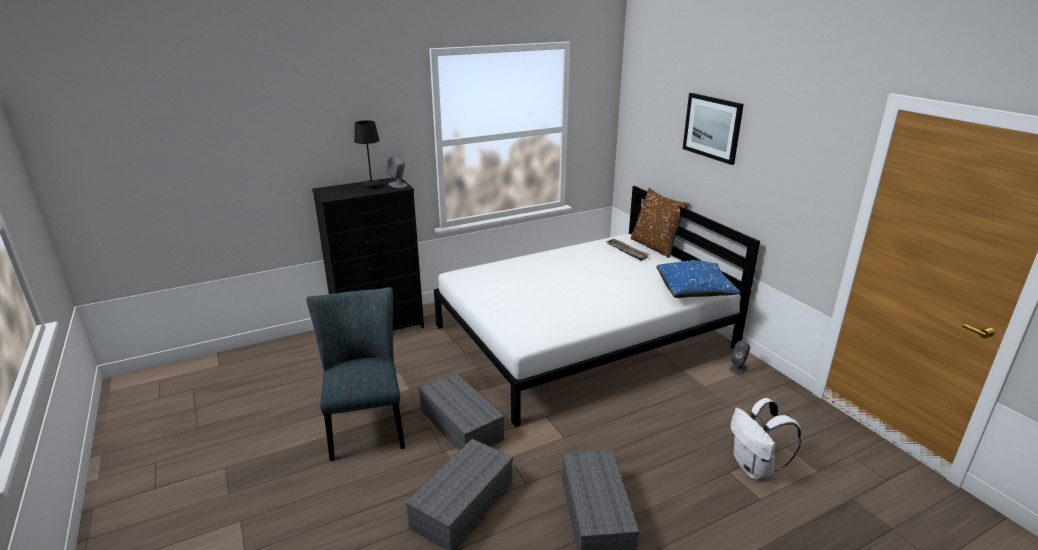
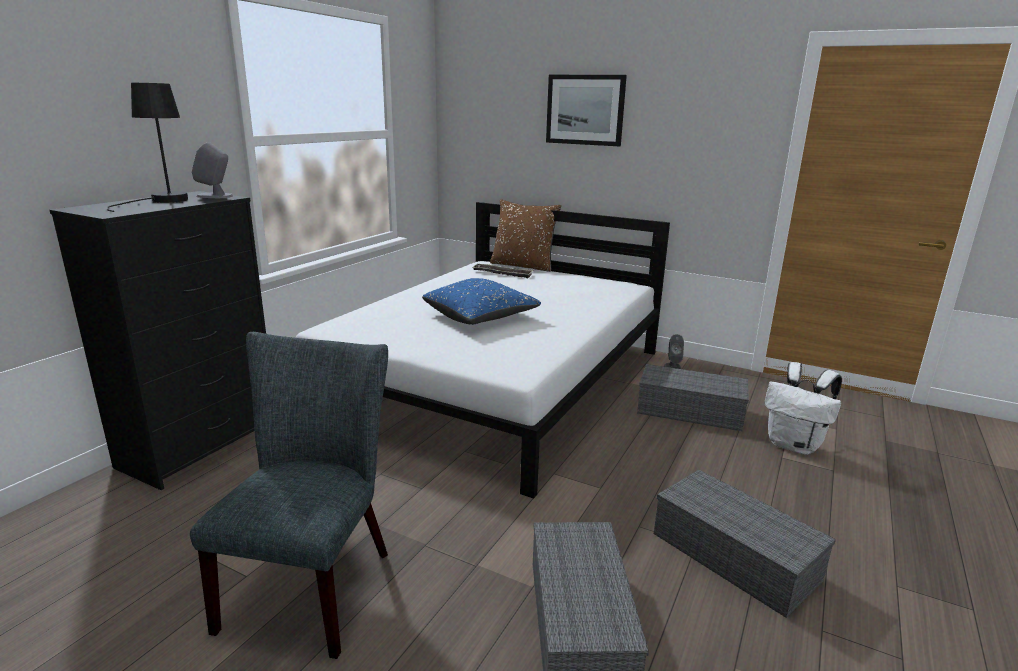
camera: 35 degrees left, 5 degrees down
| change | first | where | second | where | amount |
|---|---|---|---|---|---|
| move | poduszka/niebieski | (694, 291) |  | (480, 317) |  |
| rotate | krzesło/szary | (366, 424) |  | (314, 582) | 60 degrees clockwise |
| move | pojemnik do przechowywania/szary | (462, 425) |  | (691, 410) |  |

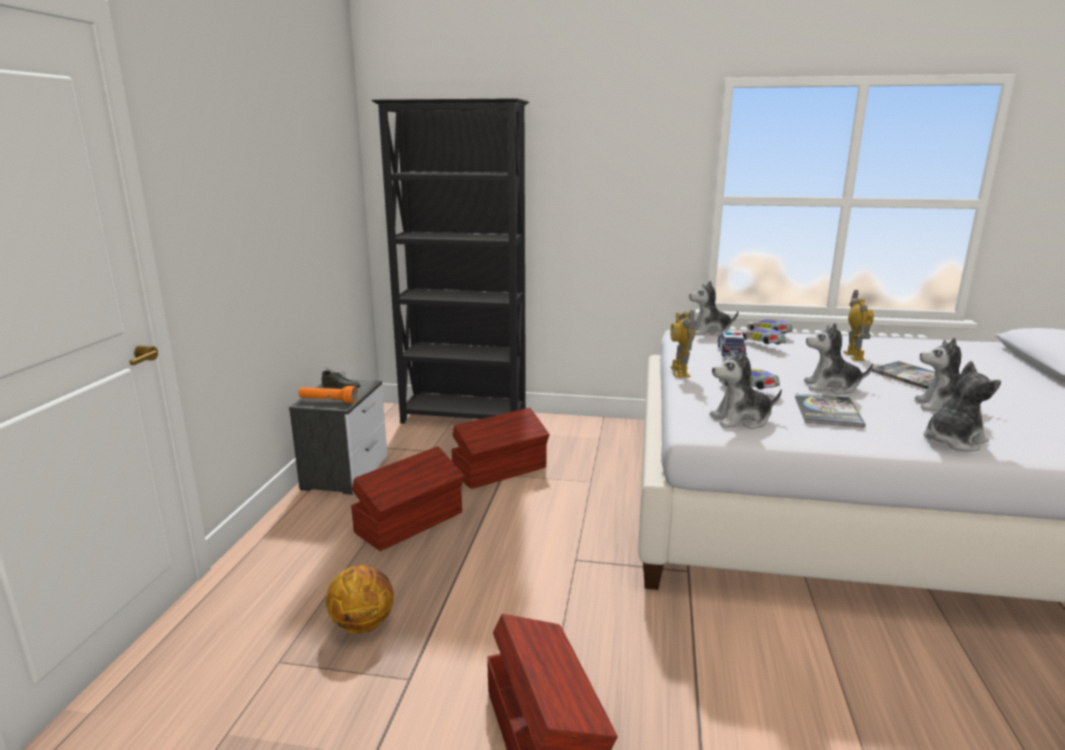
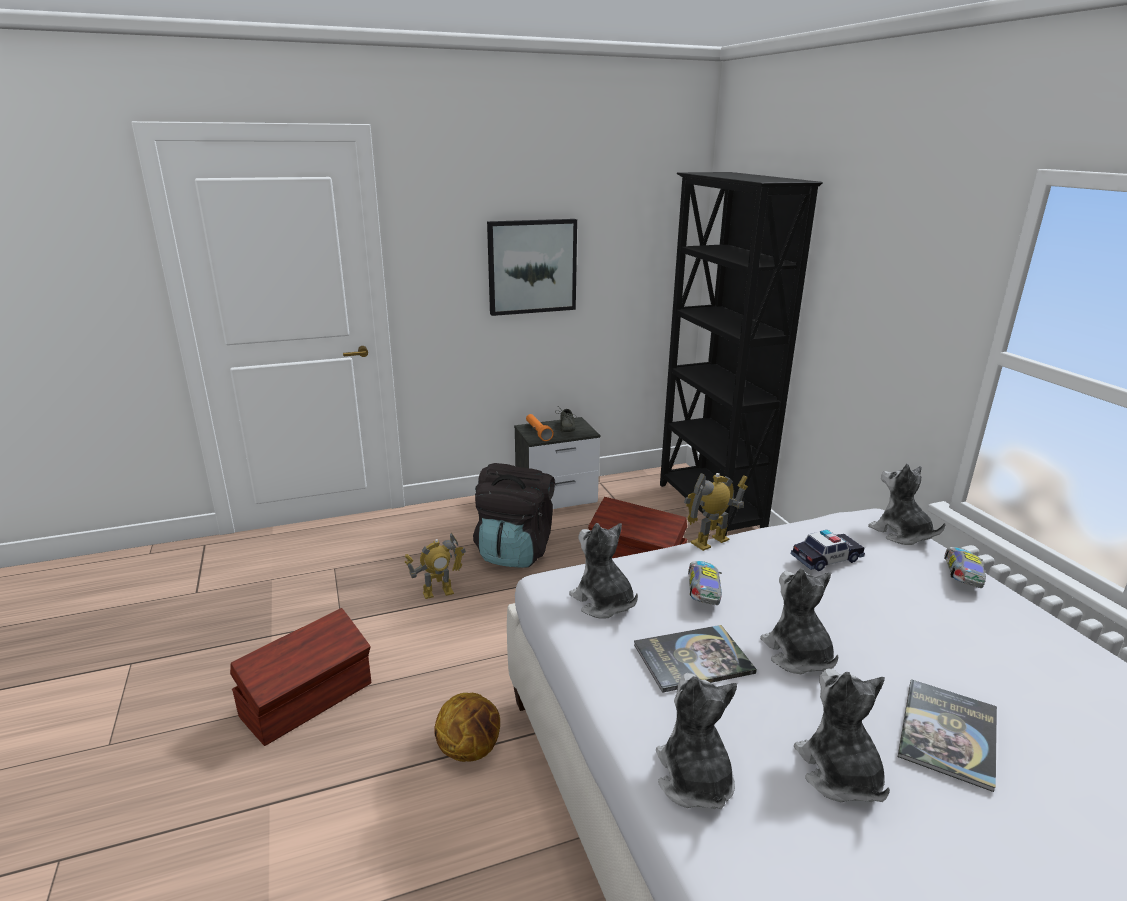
camera: 60 degrees right, 5 degrees up
| change | first | where | second | where | amount |
|---|---|---|---|---|---|
| move | robot zabawkowy | (854, 356) |  | (438, 592) |  |
| delete | samochodzik | (762, 345) |  |  |  |
| rotate | pluszak | (952, 441) |  | (694, 779) | 135 degrees counterclockwise |
| replace | pojemnik do przechowywania/brązowy | (411, 522) | plecak/czarny | (515, 551) |  |
| move | piłka do koszykówki | (363, 623) |  | (470, 750) |  |
| insert |  |  | obraz | (532, 266) |  |

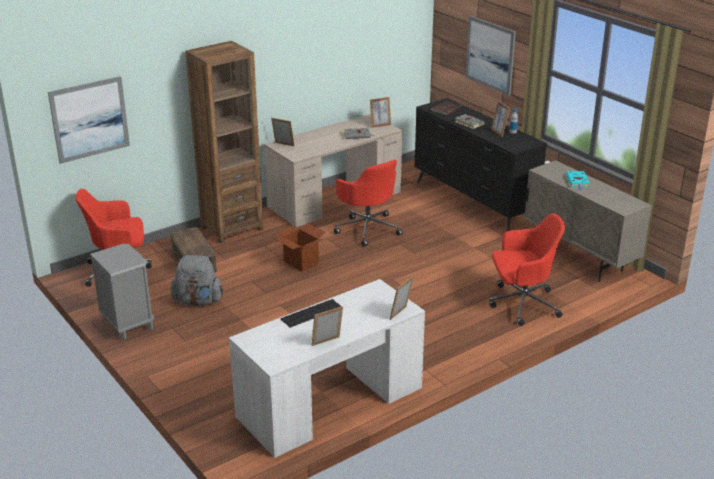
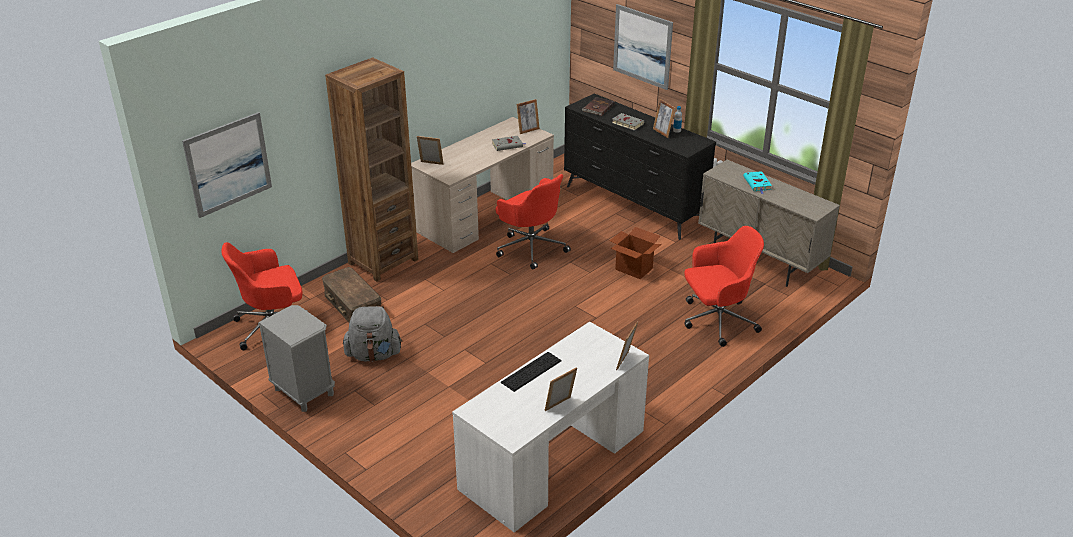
camera: 10 degrees left, 5 degrees up
| change | first | where | second | where | amount |
|---|---|---|---|---|---|
| move | karton | (301, 262) |  | (633, 269) |  |

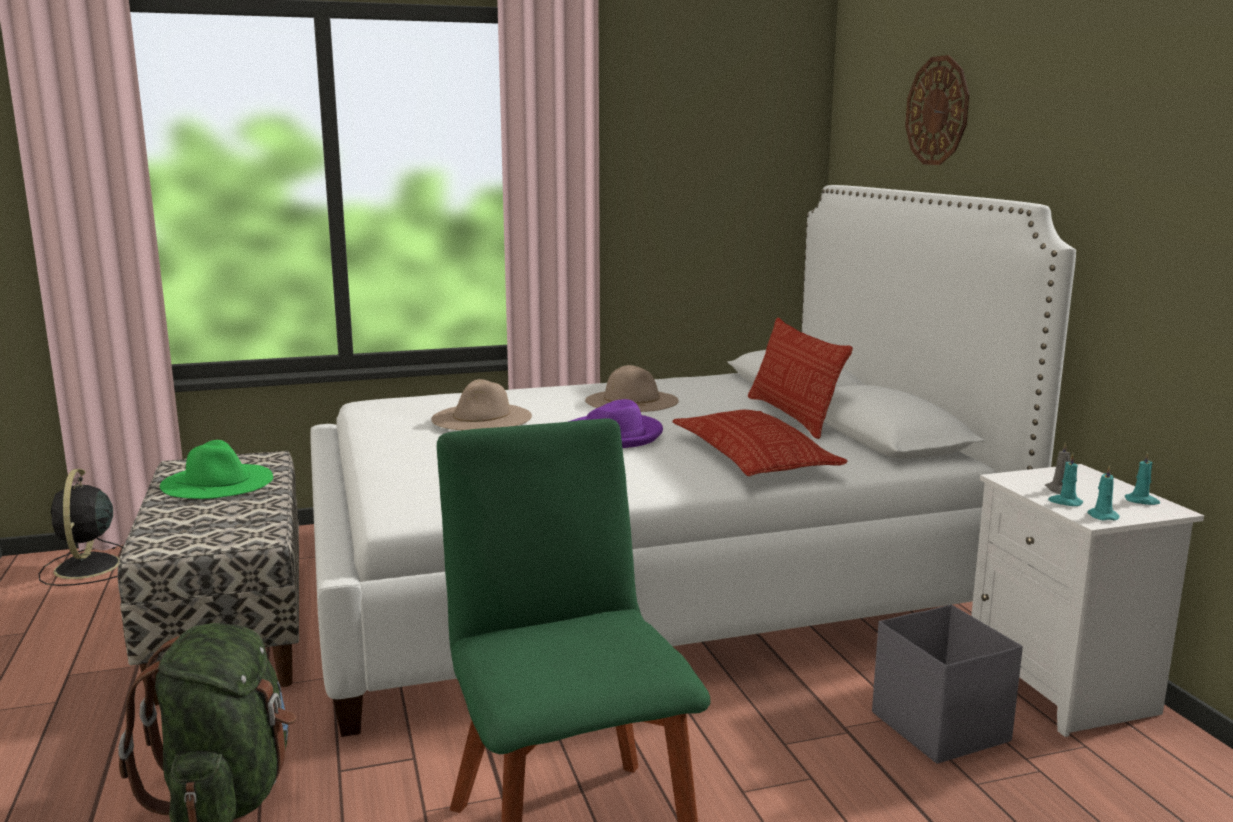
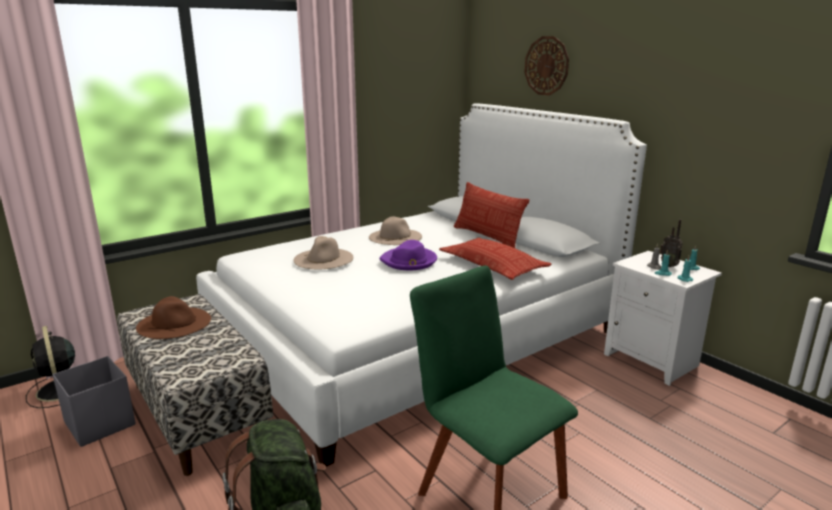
camera: 20 degrees left, 5 degrees up
| change | first | where | second | where | amount |
|---|---|---|---|---|---|
| recolor | kapelusz/zielony | (218, 481) | kapelusz/brązowy | (174, 322) |  |
| move | pojemnik do przechowywania/szary | (939, 726) |  | (100, 423) |  |
| insert |  |  | radio | (669, 265) |  |

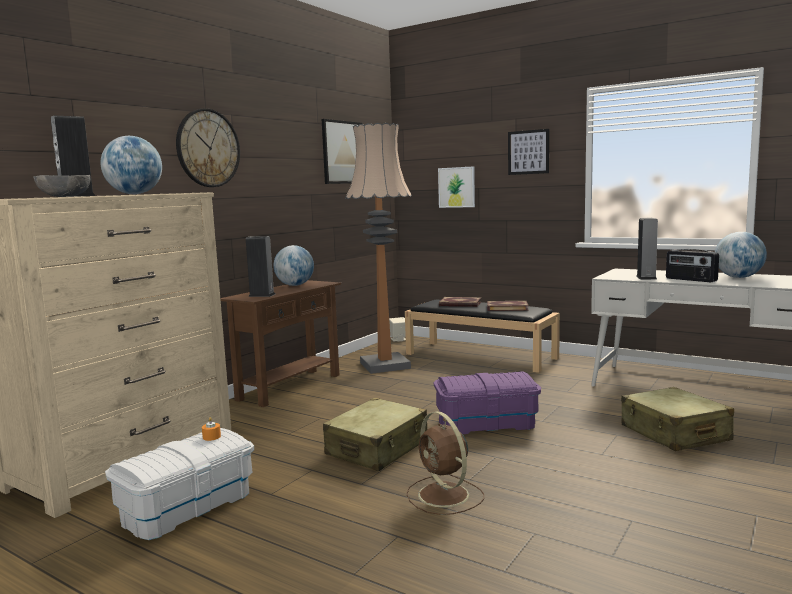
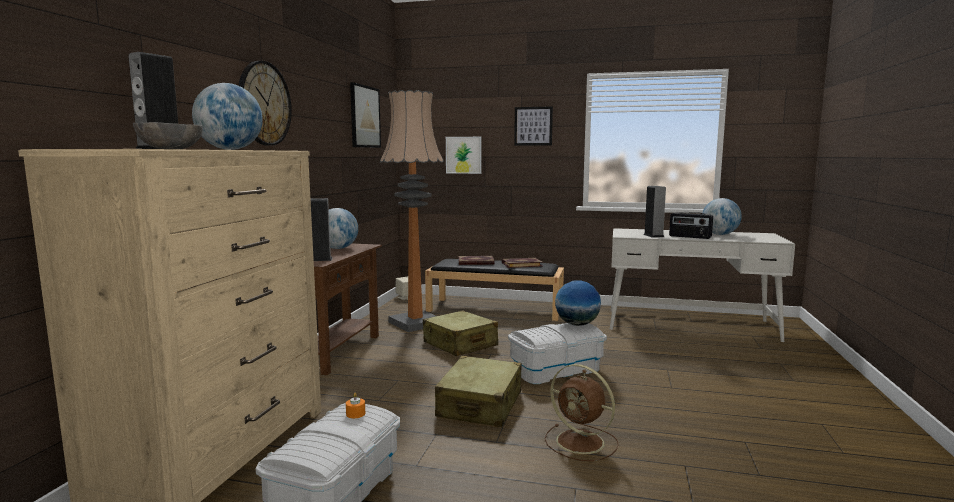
camera: 20 degrees left, 0 degrees up
| change | first | where | second | where | amount |
|---|---|---|---|---|---|
| recolor | pojemnik do przechowywania/fioletowy | (486, 423) | pojemnik do przechowywania/biały | (556, 370) |  |
| move | walizka/beżowy | (674, 433) |  | (460, 344) |  |
| insert |  |  | globus | (577, 324) |  |

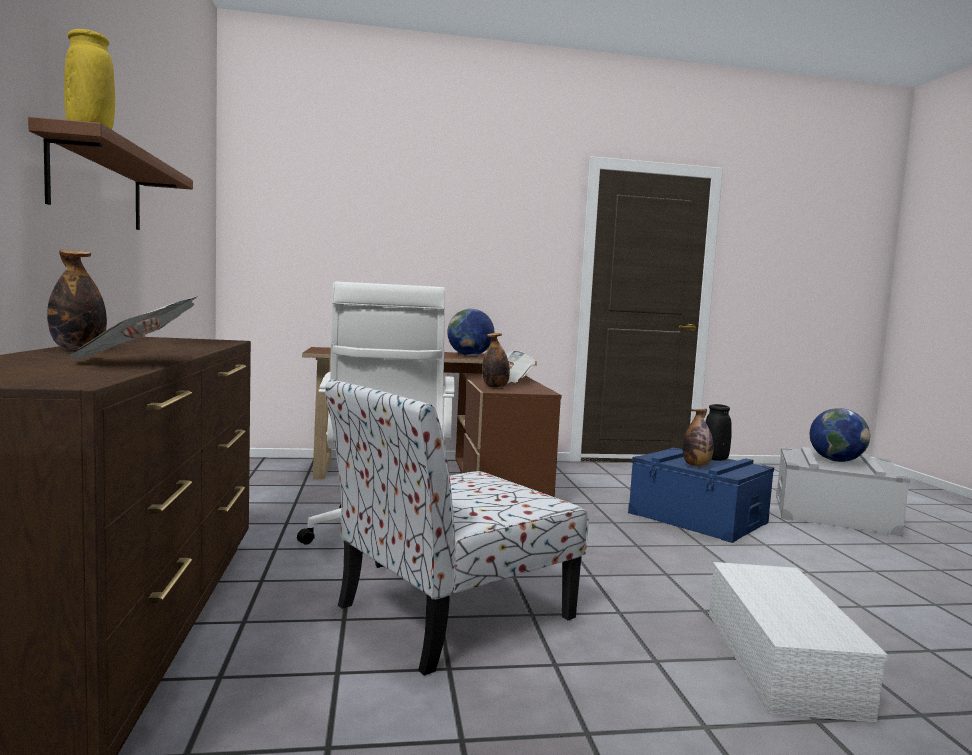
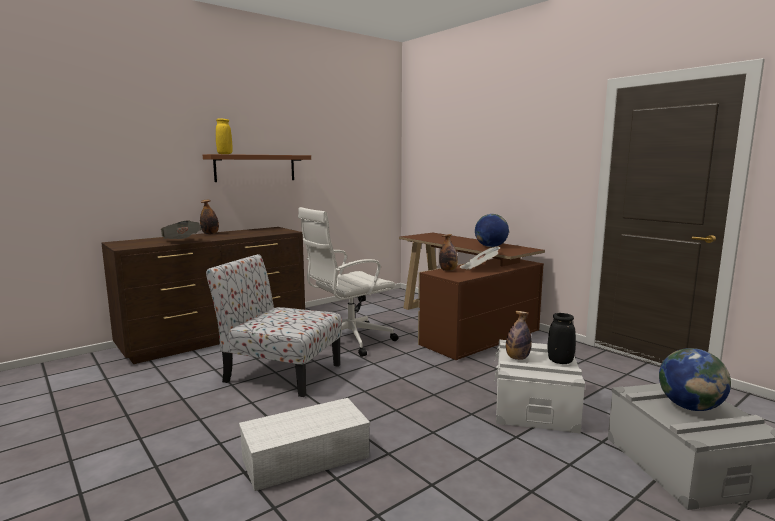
camera: 60 degrees right, 5 degrees up
| change | first | where | second | where | amount |
|---|---|---|---|---|---|
| recolor | pojemnik do przechowywania/niebieski | (698, 518) | pojemnik do przechowywania/biały | (534, 405) |  |

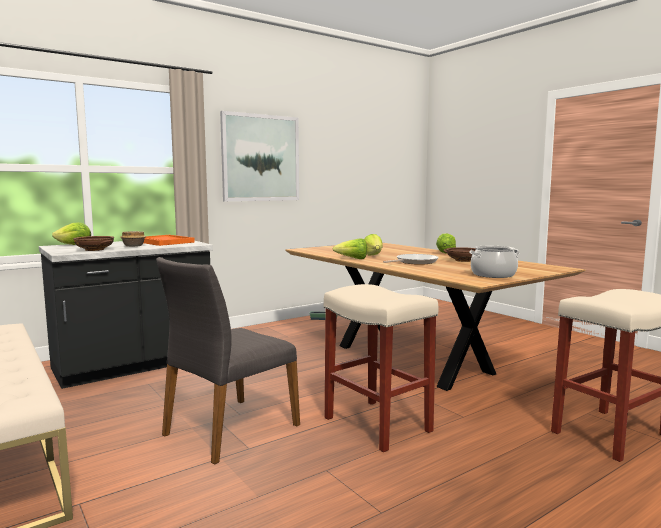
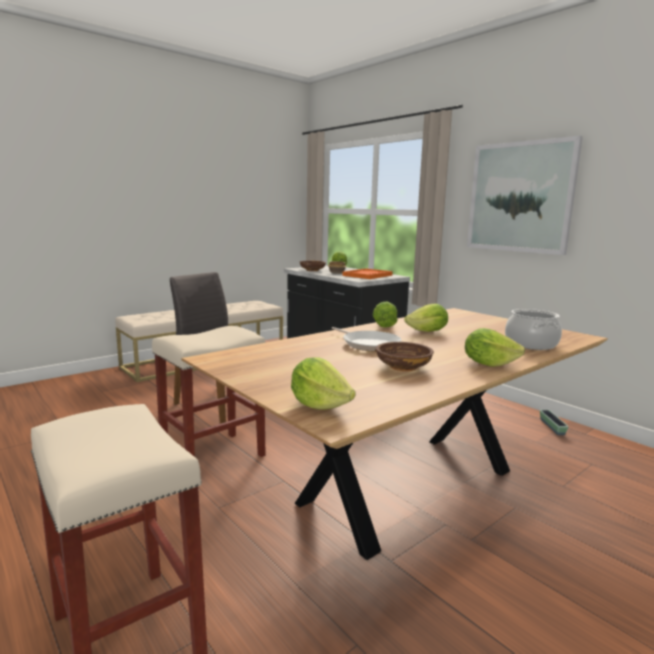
camera: 85 degrees right, 5 degrees up
| change | first | where | second | where | amount |
|---|---|---|---|---|---|
| move | garnek | (493, 275) |  | (531, 344) |  |
| insert |  |  | sałata | (320, 405) |  |

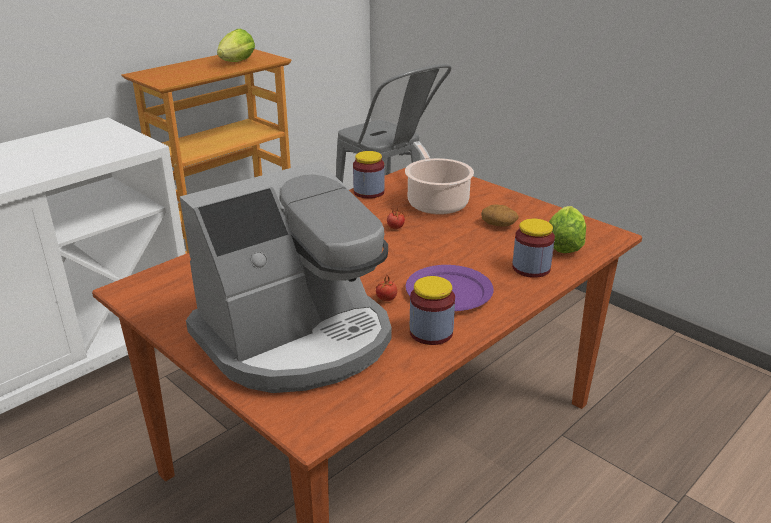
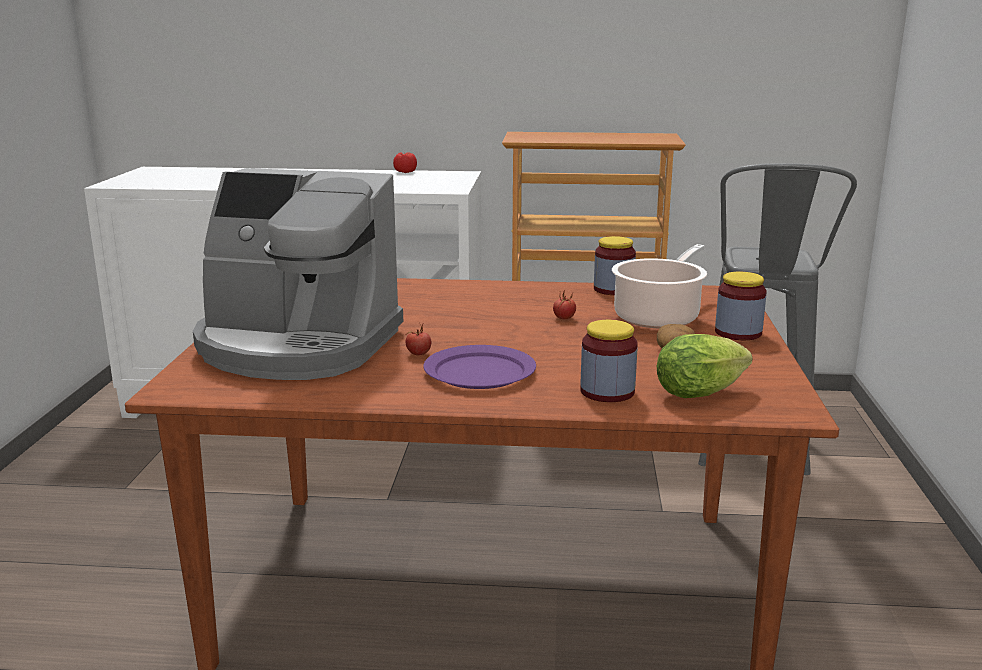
camera: 50 degrees right, 10 degrees down
| change | first | where | second | where | amount |
|---|---|---|---|---|---|
| delete | sałata | (235, 63) |  |  |  |
| move | słoik | (431, 332) |  | (738, 333) |  |
| insert |  |  | pomidor | (404, 172) |  |

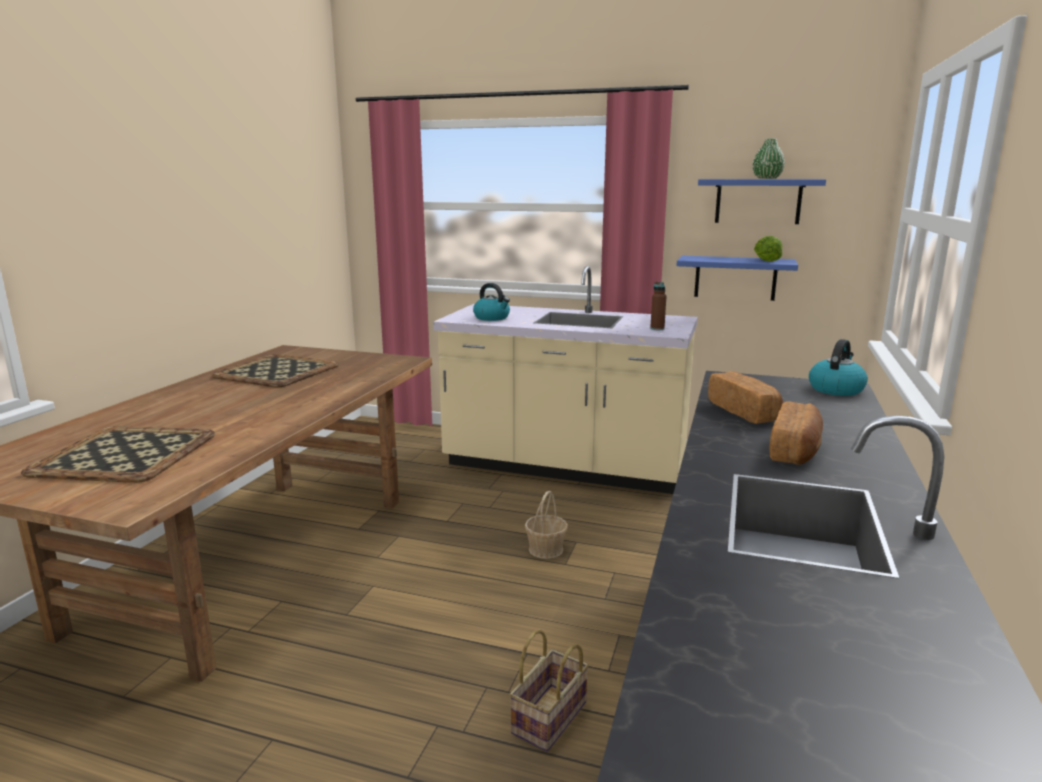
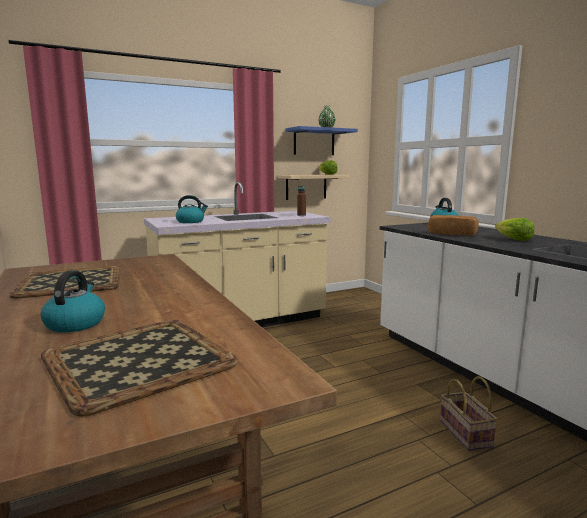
camera: 45 degrees left, 5 degrees down
| change | first | where | second | where | amount |
|---|---|---|---|---|---|
| recolor | półka/niebieski | (735, 278) | półka/beżowy | (306, 187) |  |
| replace | chleb | (795, 450) | sałata | (512, 239) |  |
| delete | koszyk | (546, 549) |  |  |  |
| insert |  |  | czajnik | (75, 323) |  |

